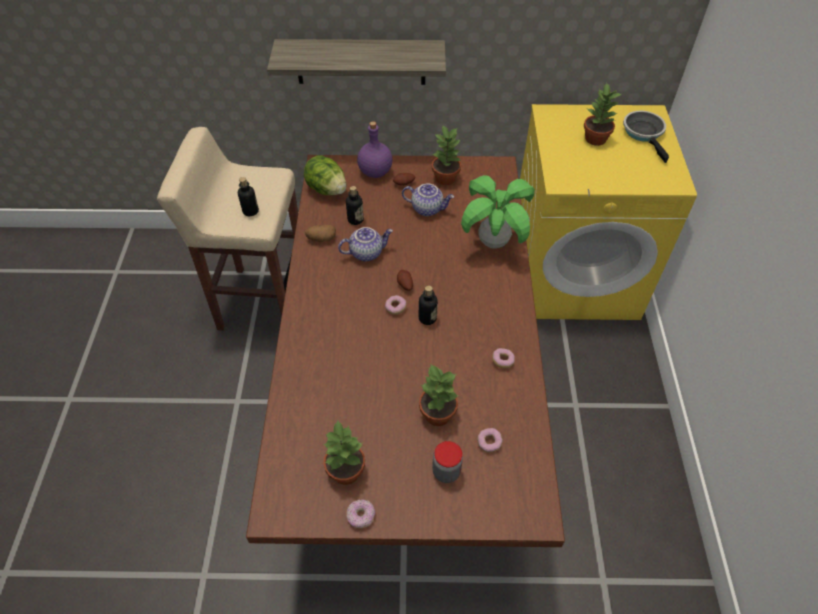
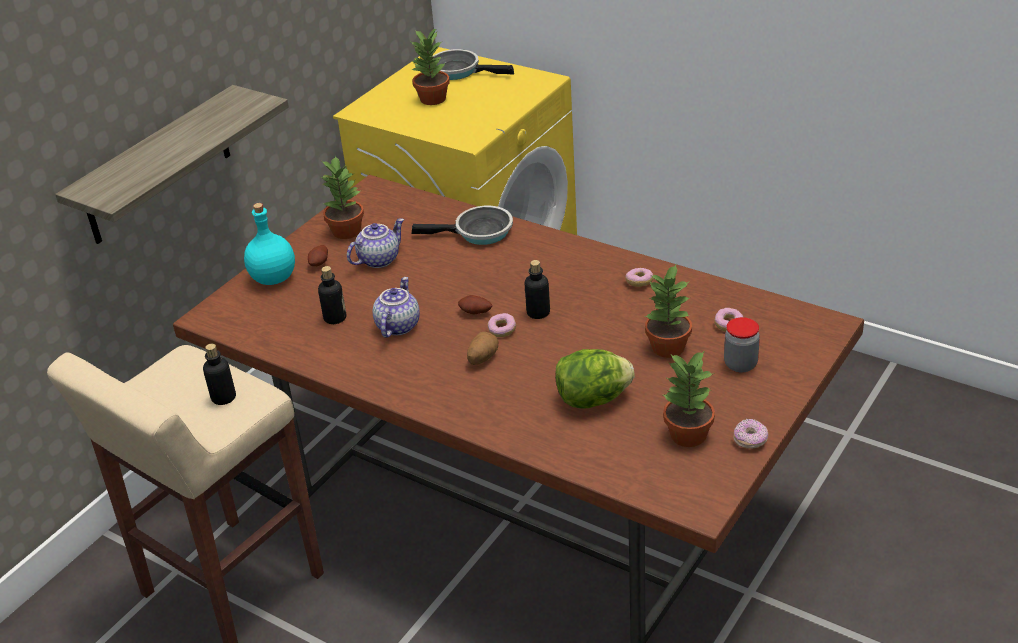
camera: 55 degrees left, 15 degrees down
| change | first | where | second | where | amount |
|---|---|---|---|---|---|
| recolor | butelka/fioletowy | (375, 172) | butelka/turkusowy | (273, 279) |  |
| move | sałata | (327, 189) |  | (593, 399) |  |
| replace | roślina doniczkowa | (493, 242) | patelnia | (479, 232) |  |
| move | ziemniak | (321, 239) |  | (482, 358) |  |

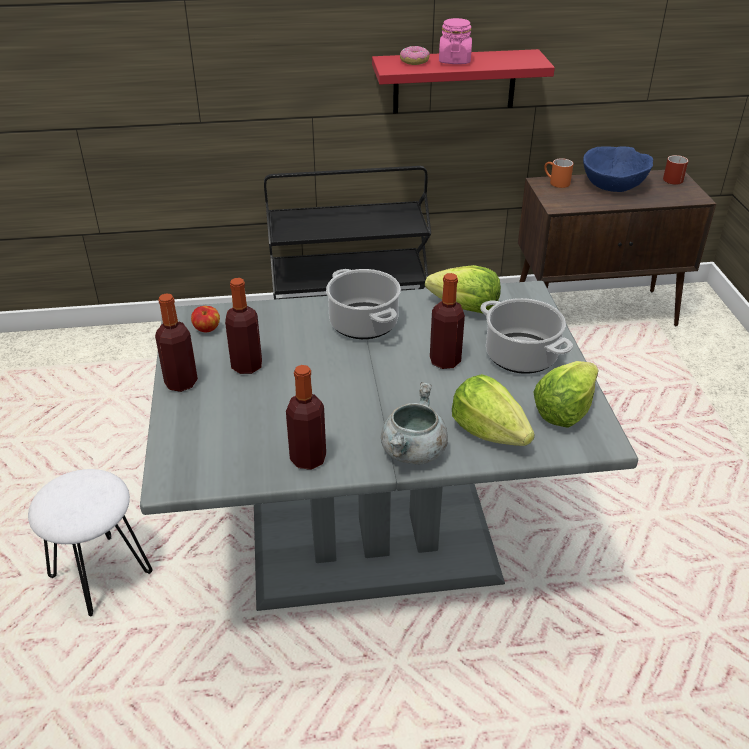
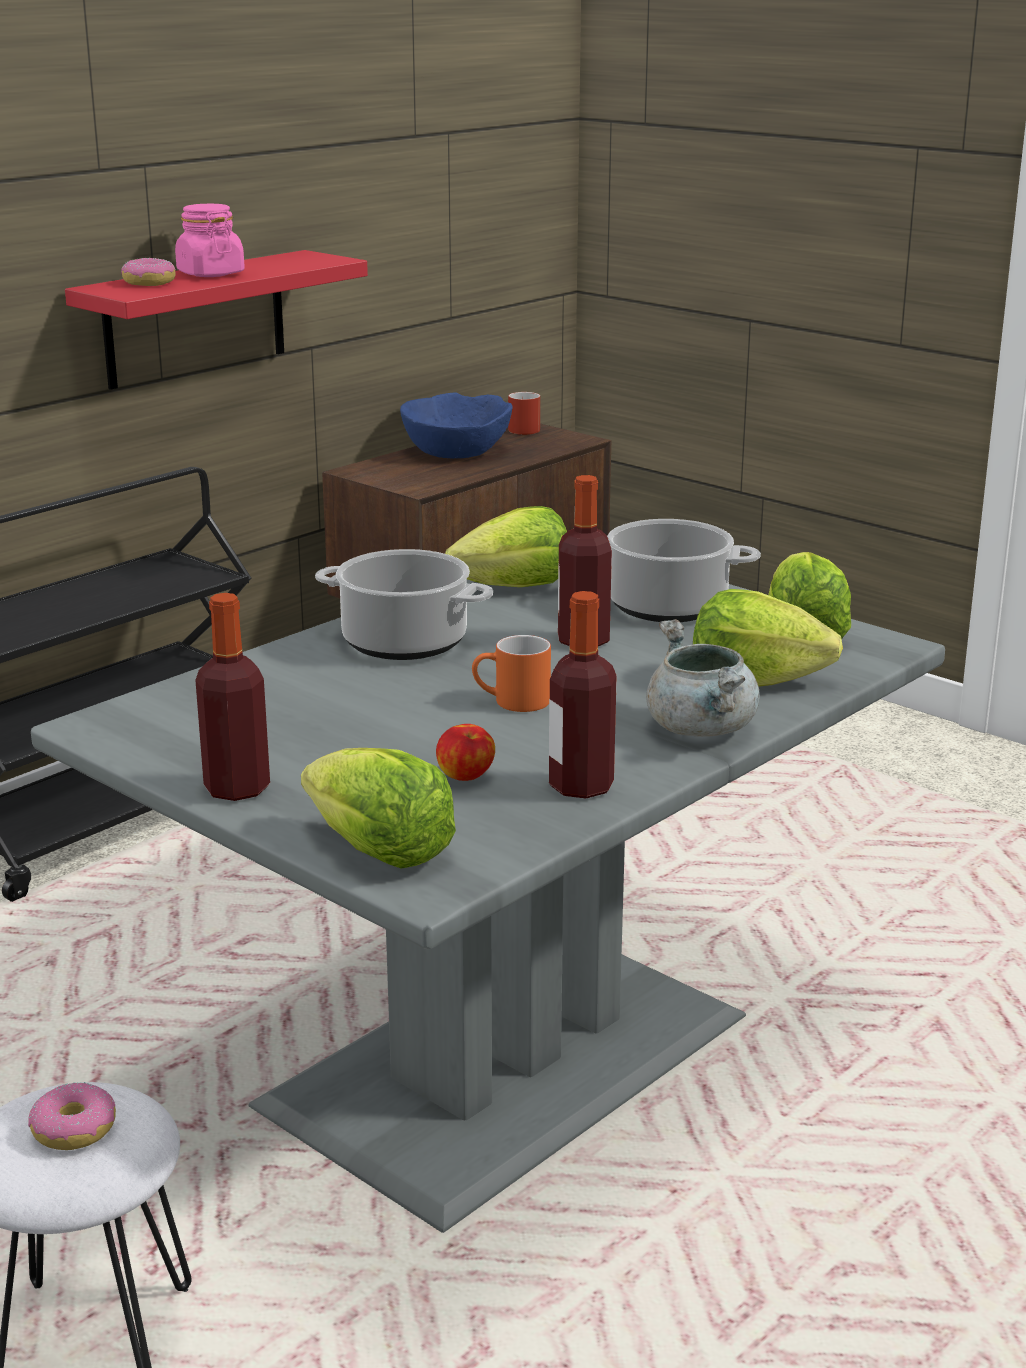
camera: 40 degrees left, 15 degrees down
| change | first | where | second | where | amount |
|---|---|---|---|---|---|
| move | kubek/pomarańczowy | (555, 182) |  | (512, 702) |  |
| delete | butelka | (246, 366) |  |  |  |
| move | jabłko | (207, 330) |  | (466, 777) |  |
| insert |  |  | sałata | (378, 851) |  |
| insert |  |  | donut | (74, 1130) |  |

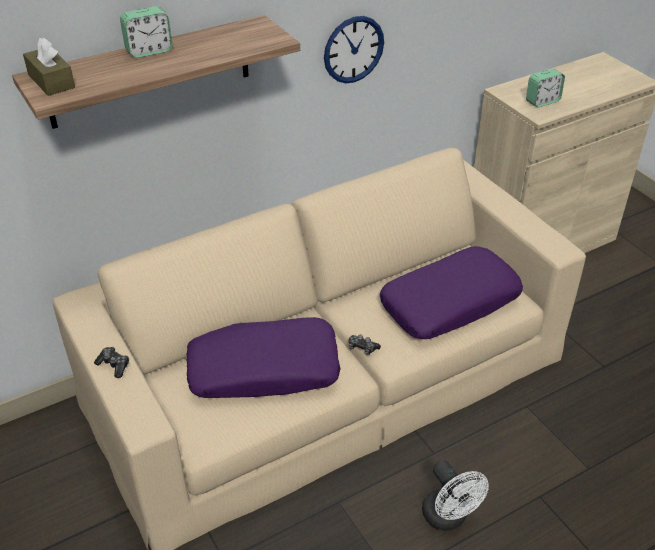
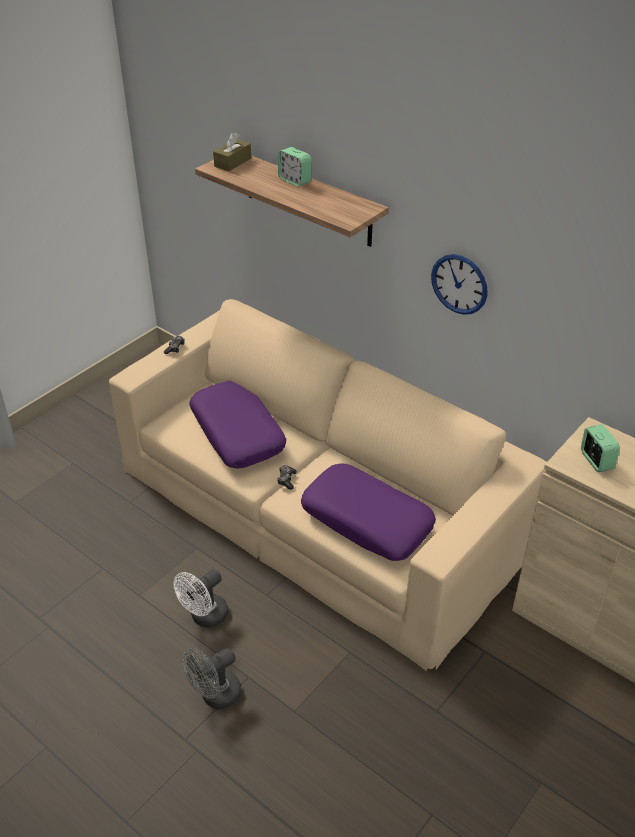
camera: 70 degrees right, 0 degrees up
| change | first | where | second | where | amount |
|---|---|---|---|---|---|
| rotate | budzik | (542, 101) |  | (596, 461) | 150 degrees counterclockwise |
| insert |  |  | wentylator/szary | (215, 696) |  |

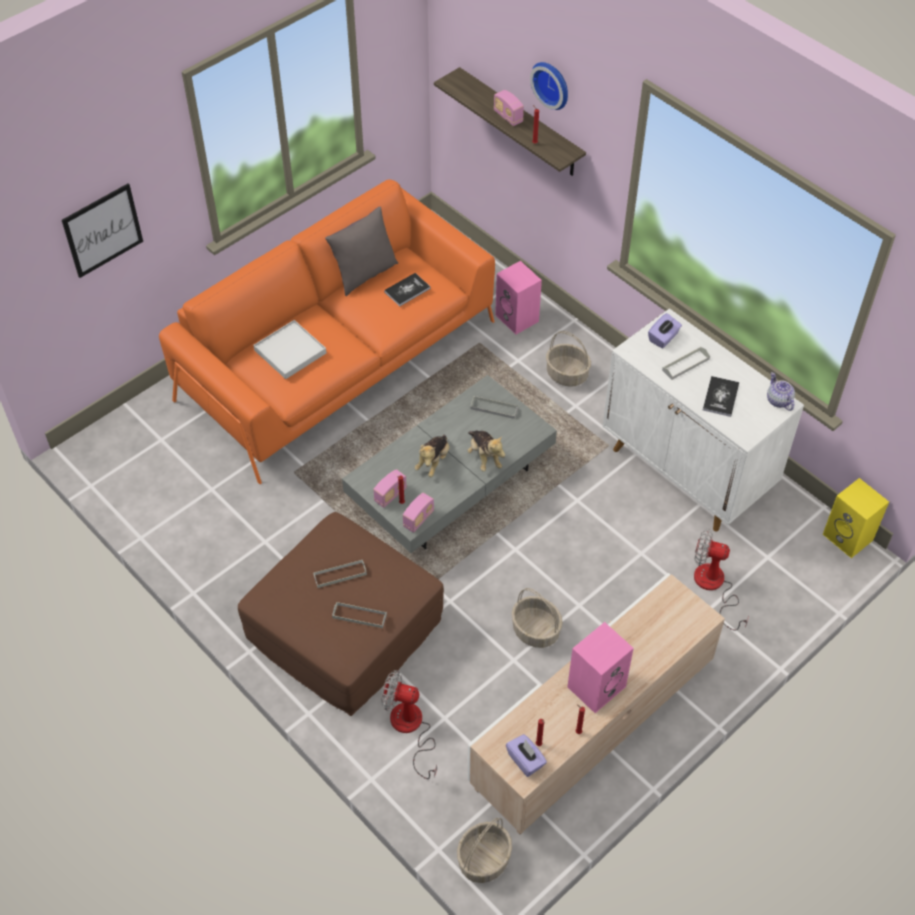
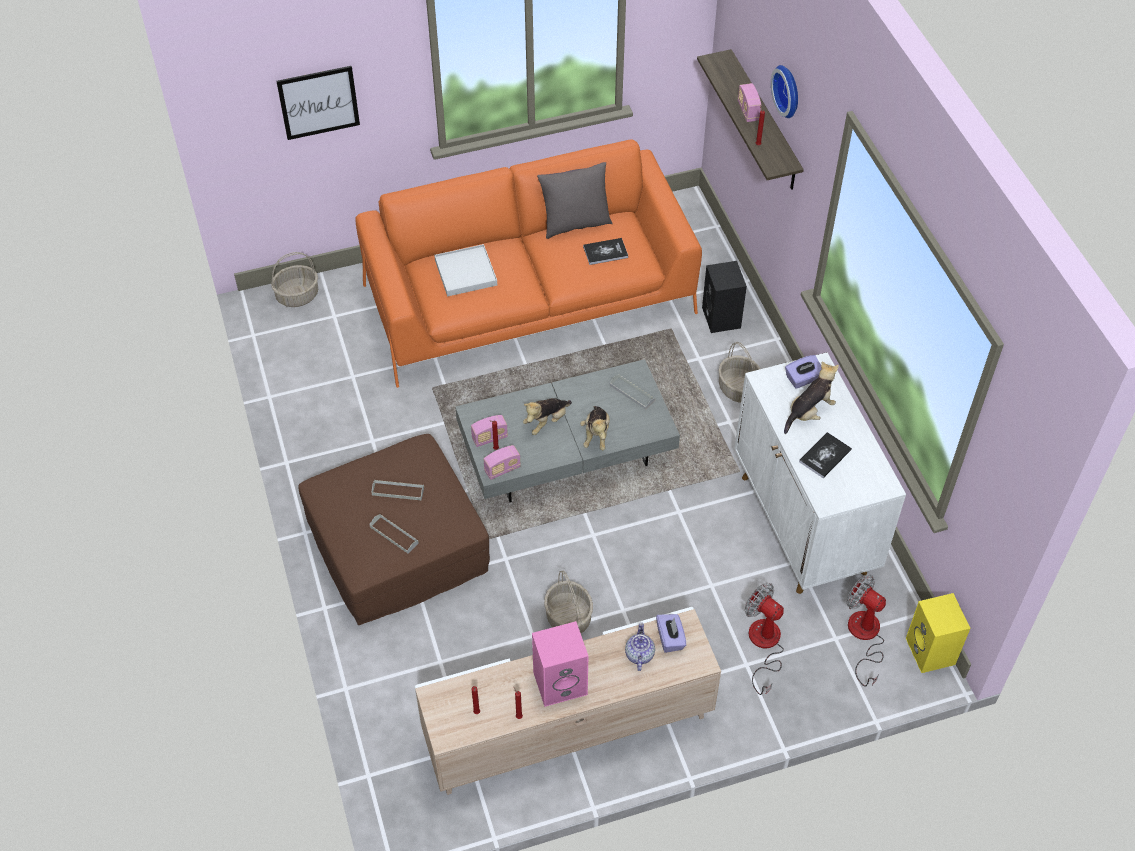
camera: 25 degrees right, 0 degrees up
| change | first | where | second | where | amount |
|---|---|---|---|---|---|
| recolor | głośnik/różowy | (518, 318) | głośnik/czarny | (722, 318) |  |
| replace | taca/szary | (685, 364) | pluszak | (809, 412) |  |
| move | imbryk | (778, 400) |  | (639, 654) |  |
| move | wentylator | (410, 729) |  | (864, 637) |  |
| move | pudełko chusteczek/fioletowy | (525, 760) |  | (670, 639) |  |
| move | koszyk | (484, 859) |  | (297, 295) |  |

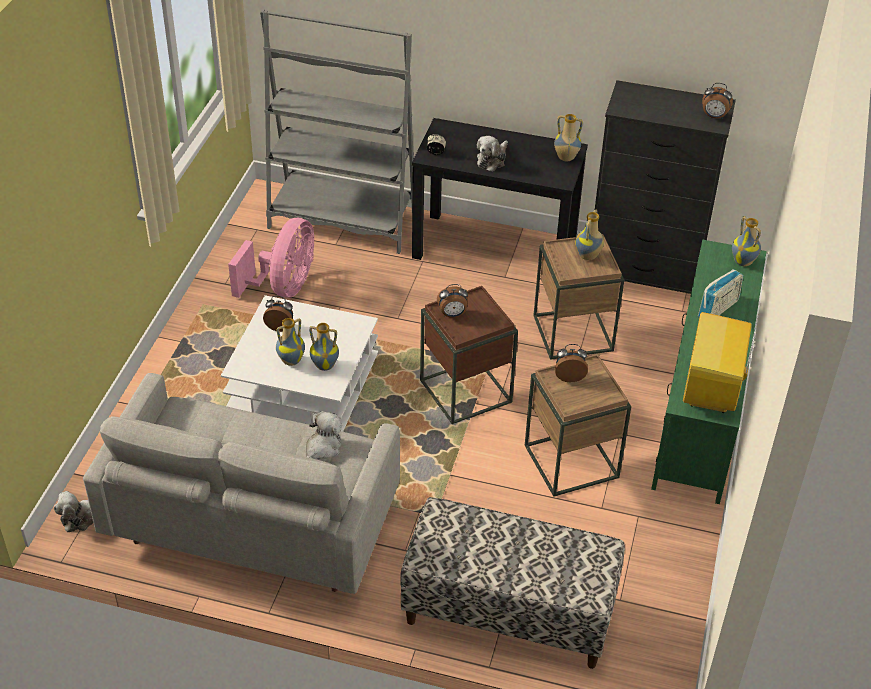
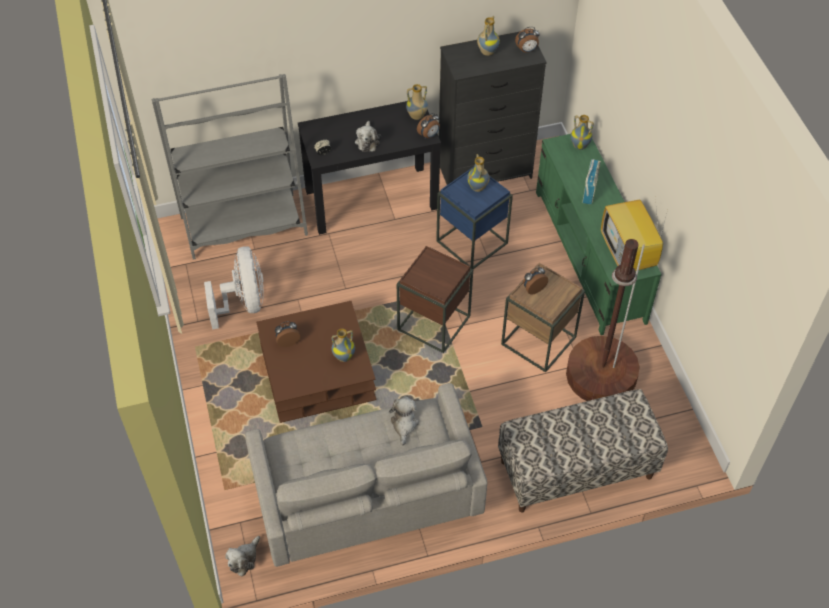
camera: 30 degrees left, 10 degrees up
| change | first | where | second | where | amount |
|---|---|---|---|---|---|
| recolor | wentylator/różowy | (283, 287) | wentylator/biały | (244, 303) |  |
| recolor | stolik/brązowy | (573, 333) | stolik/niebieski | (472, 242) |  |
| move | budzik | (452, 315) |  | (429, 135) |  |
| recolor | ława/biały | (303, 381) | ława/brązowy | (317, 372) |  |
| move | wazon | (291, 360) |  | (487, 51) |  |
| insert |  |  | lampa stojąca/brązowy | (600, 375) |  |

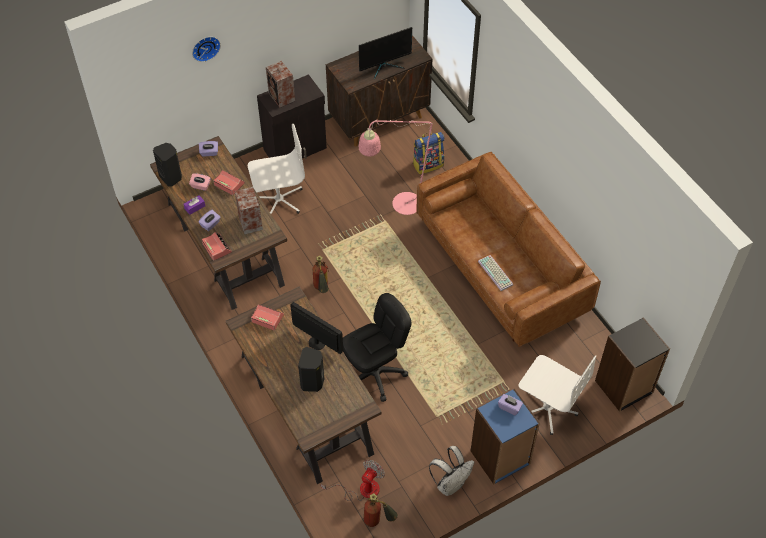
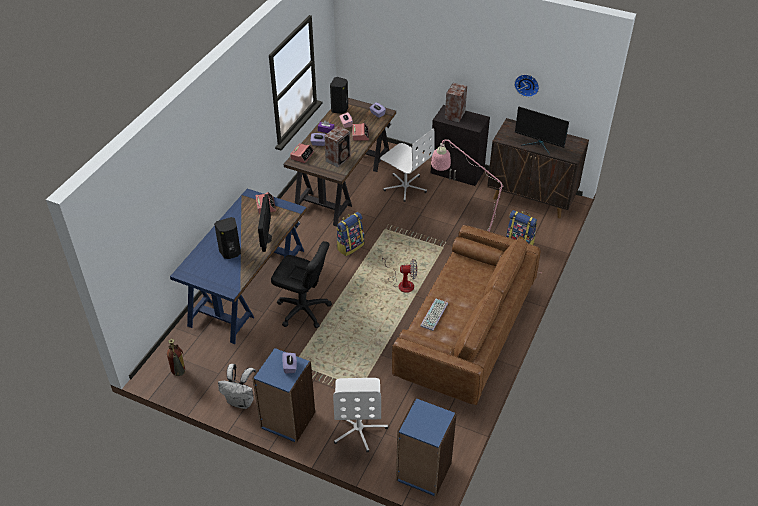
camera: 55 degrees right, 10 degrees down
| change | first | where | second | where | amount |
|---|---|---|---|---|---|
| move | zegar ścienny | (205, 47) |  | (527, 84) |  |
| replace | gaśnica | (321, 290) | plecak | (350, 246) |  |
| recolor | biurko/brązowy | (305, 404) | biurko/niebieski | (247, 286) |  |
| recolor | regał/czarny | (624, 387) | regał/niebieski | (423, 472) |  |
| move | wentylator | (361, 489) |  | (402, 283) |  |

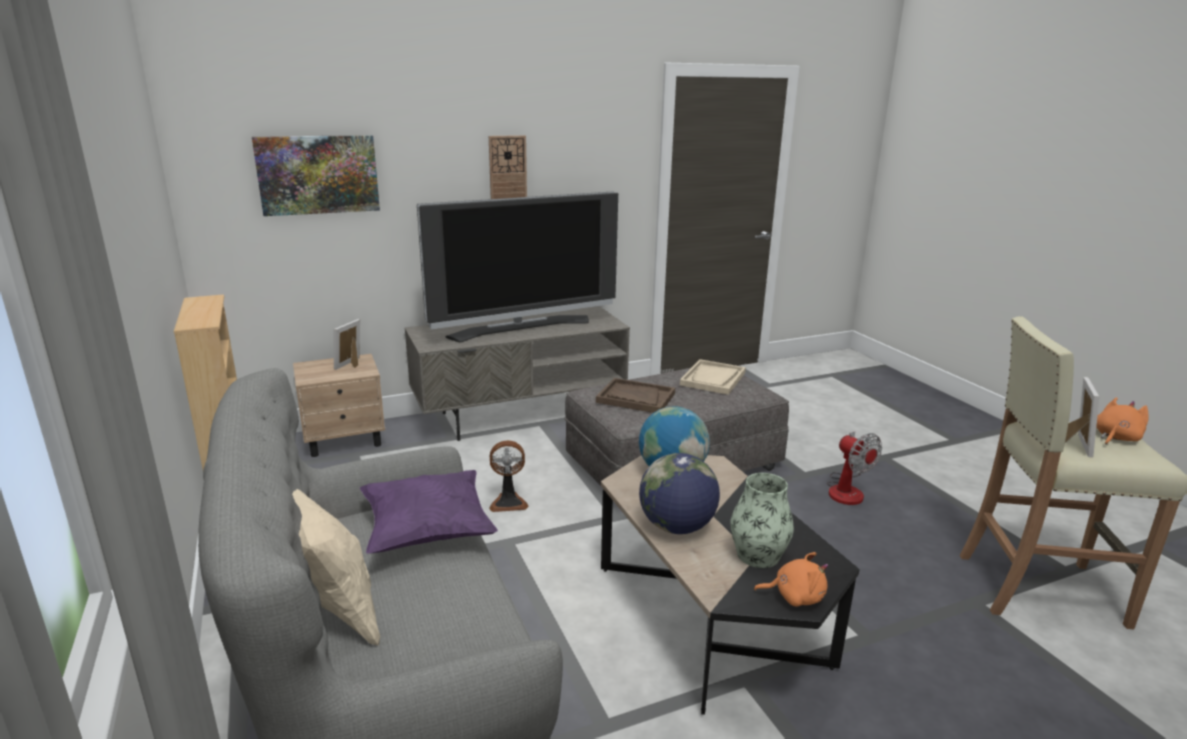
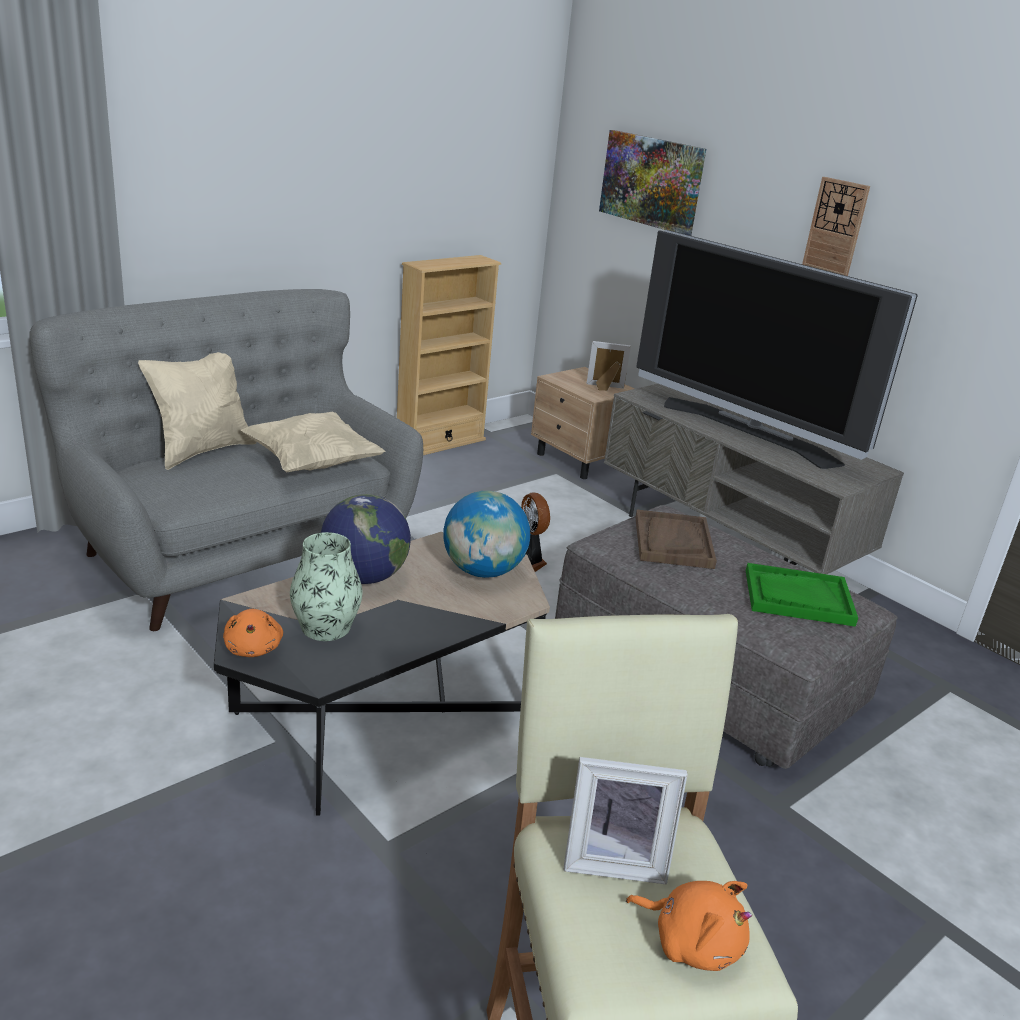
camera: 70 degrees right, 5 degrees up
| change | first | where | second | where | amount |
|---|---|---|---|---|---|
| recolor | taca/beżowy | (713, 379) | taca/zielony | (798, 597) |  |
| delete | wentylator | (846, 489) |  |  |  |
| recolor | poduszka/fioletowy | (428, 532) | poduszka/beżowy | (312, 464) |  |

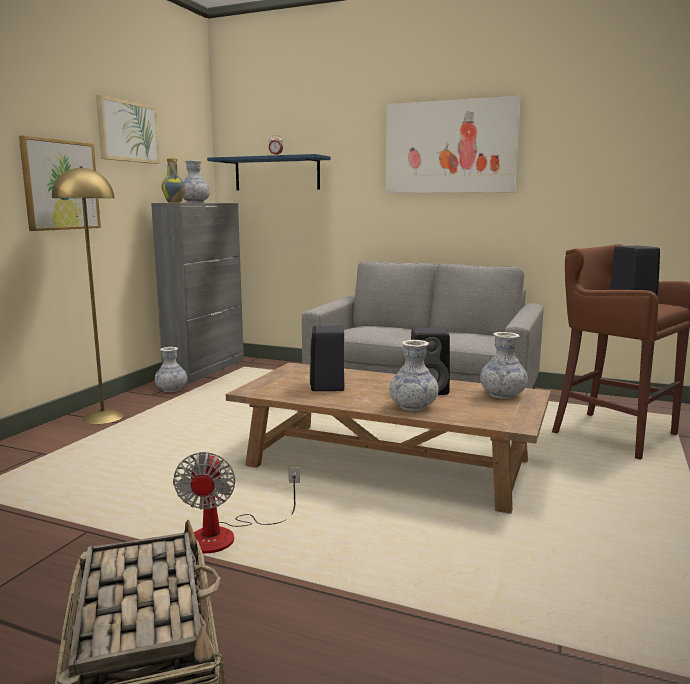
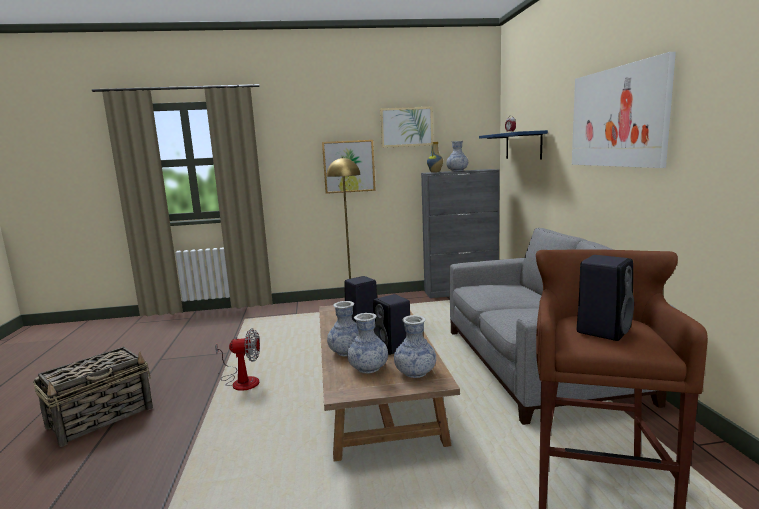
camera: 60 degrees right, 0 degrees up
| change | first | where | second | where | amount |
|---|---|---|---|---|---|
| move | wazon | (171, 389) |  | (368, 368) |  |
| rotate | wentylator | (227, 536) |  | (241, 381) | 150 degrees counterclockwise |

